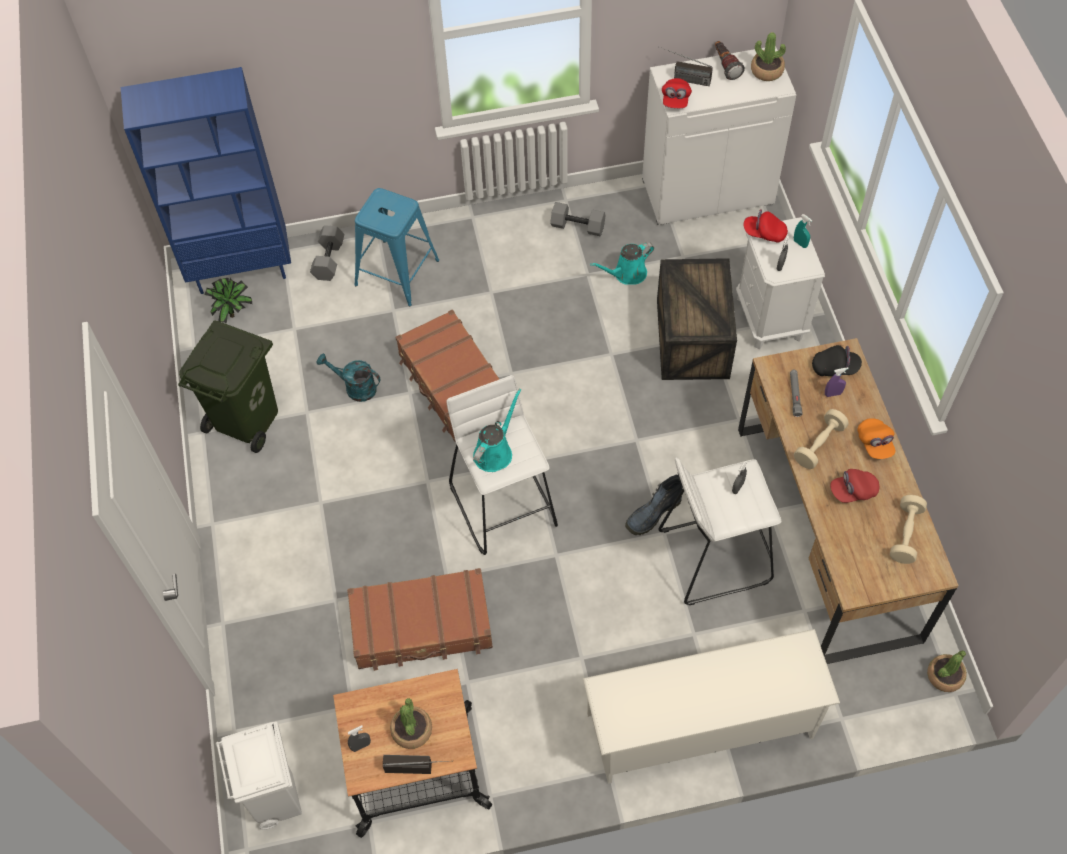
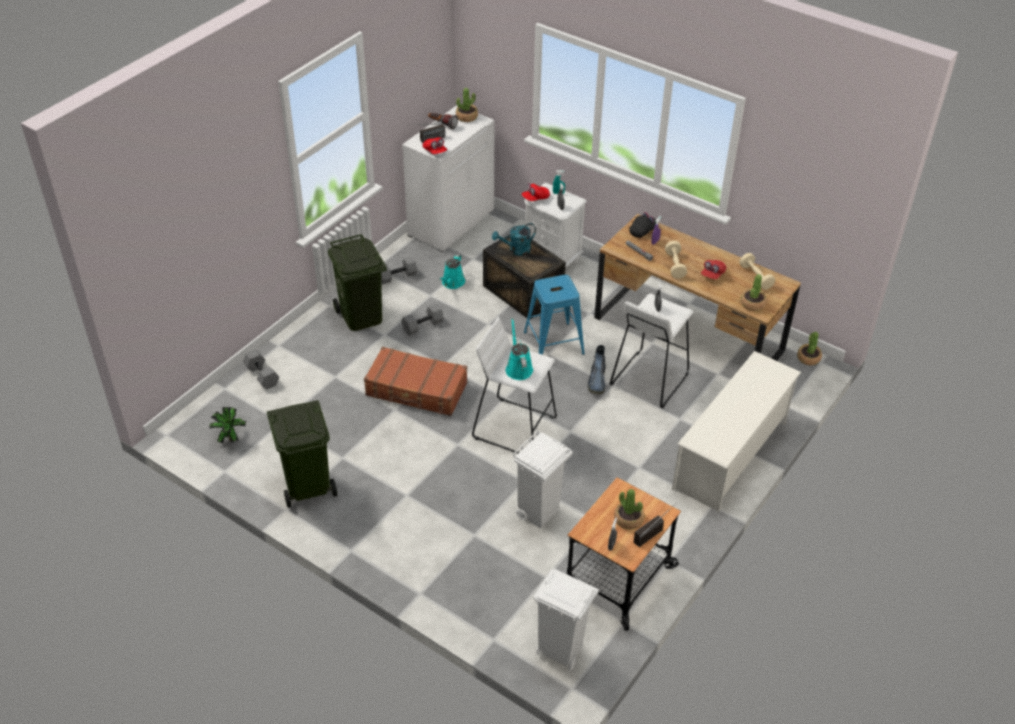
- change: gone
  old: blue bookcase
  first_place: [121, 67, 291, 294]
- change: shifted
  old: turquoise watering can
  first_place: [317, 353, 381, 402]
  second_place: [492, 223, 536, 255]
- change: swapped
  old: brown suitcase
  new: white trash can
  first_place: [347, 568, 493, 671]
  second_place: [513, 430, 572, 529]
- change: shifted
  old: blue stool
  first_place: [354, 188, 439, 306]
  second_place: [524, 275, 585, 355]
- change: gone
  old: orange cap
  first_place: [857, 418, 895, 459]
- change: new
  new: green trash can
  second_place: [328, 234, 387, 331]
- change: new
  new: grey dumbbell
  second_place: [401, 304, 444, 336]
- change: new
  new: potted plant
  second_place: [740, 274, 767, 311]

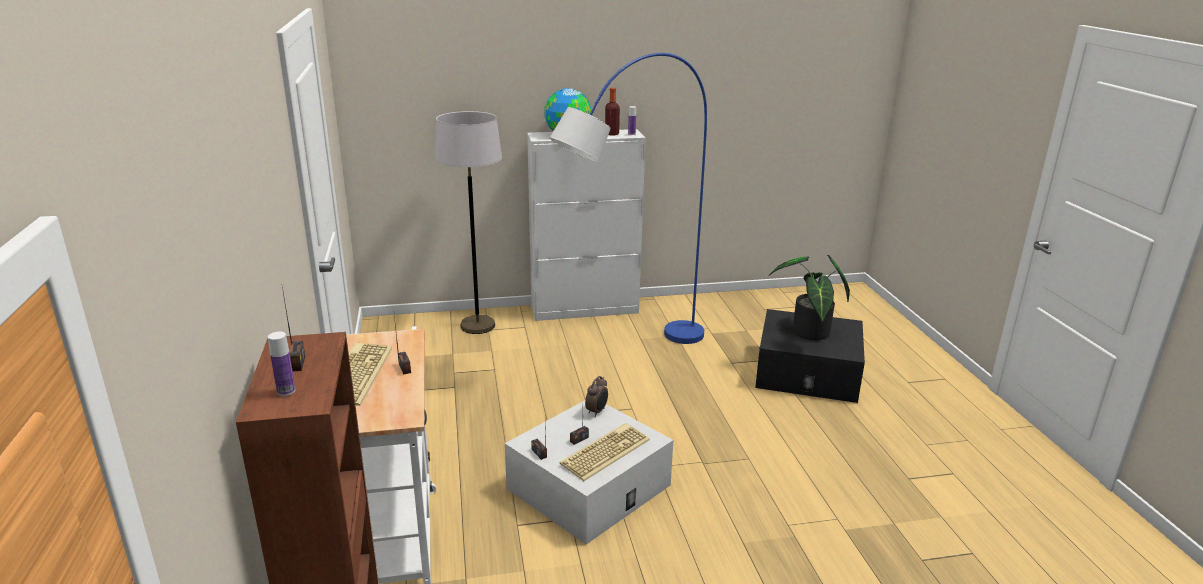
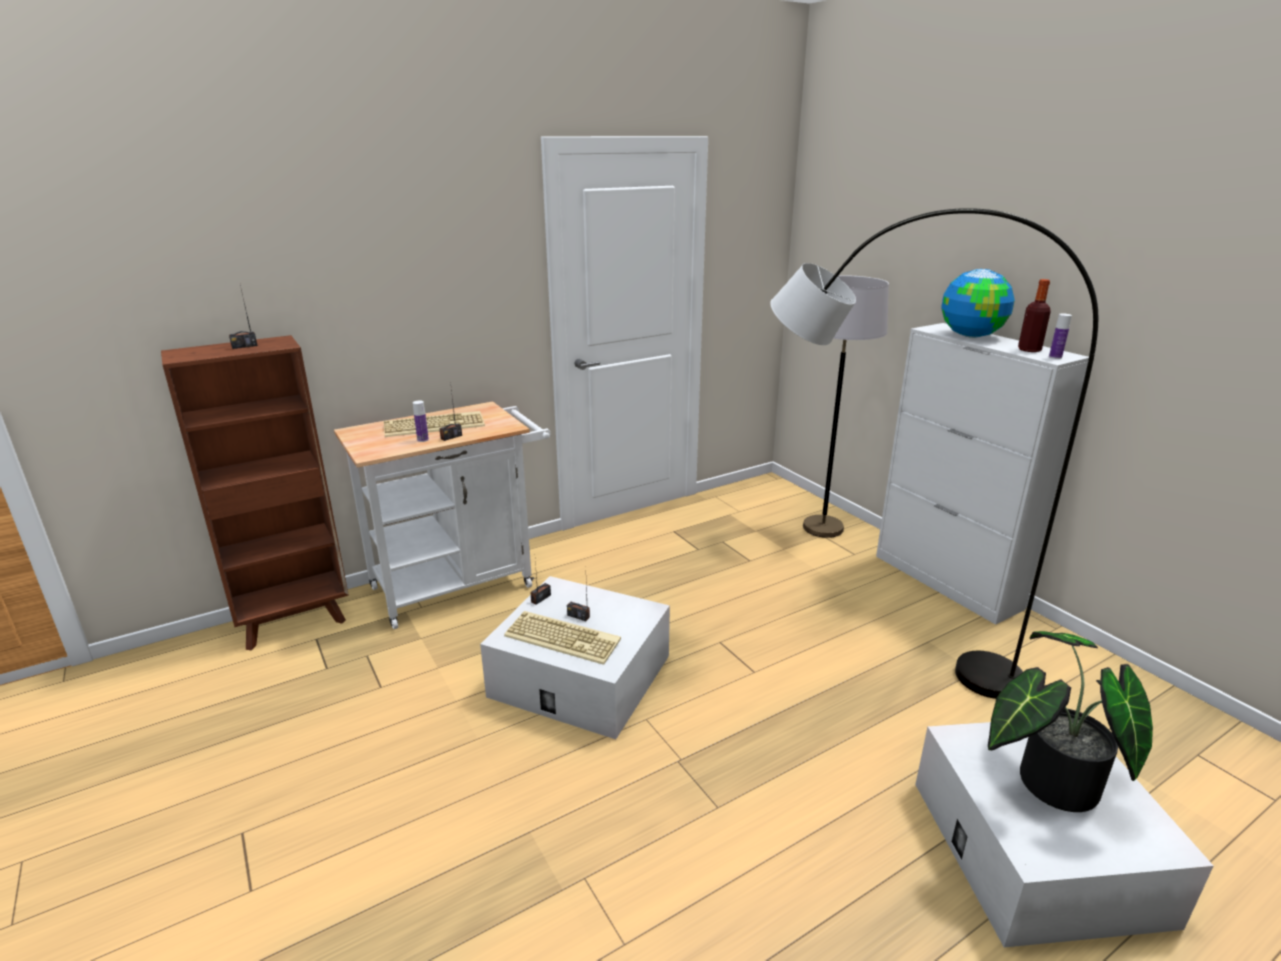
- change: shifted
  old: bottle
  first_place: [268, 332, 296, 396]
  second_place: [413, 400, 429, 442]
- change: repainted
  old: blue floor lamp
  new: grey floor lamp
  first_place: [549, 53, 707, 344]
  second_place: [770, 208, 1098, 699]
- change: gone
  old: alarm clock
  first_place: [585, 376, 608, 417]
- change: repainted
  old: black storage box
  new: white storage box
  first_place: [755, 309, 865, 403]
  second_place: [915, 722, 1213, 947]

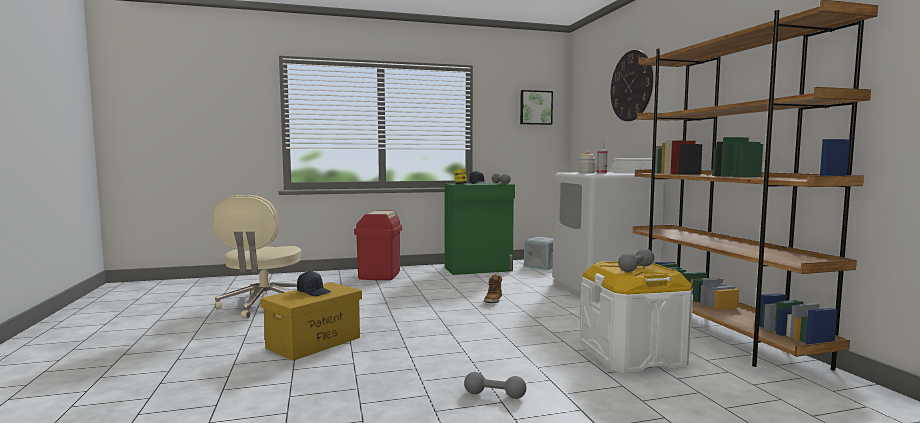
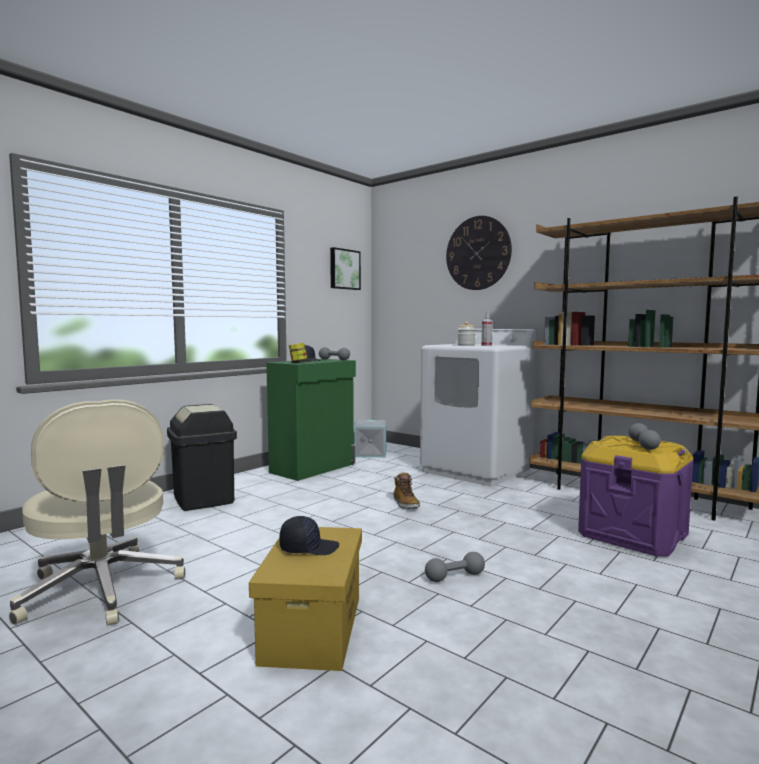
- change: repainted
  old: red trash can
  new: black trash can
  first_place: [354, 210, 402, 280]
  second_place: [167, 404, 237, 511]
- change: shifted
  old: grey dumbbell
  first_place: [464, 372, 526, 399]
  second_place: [425, 552, 485, 582]
- change: repainted
  old: white storage box
  new: purple storage box
  first_place: [580, 261, 693, 373]
  second_place: [578, 436, 694, 556]

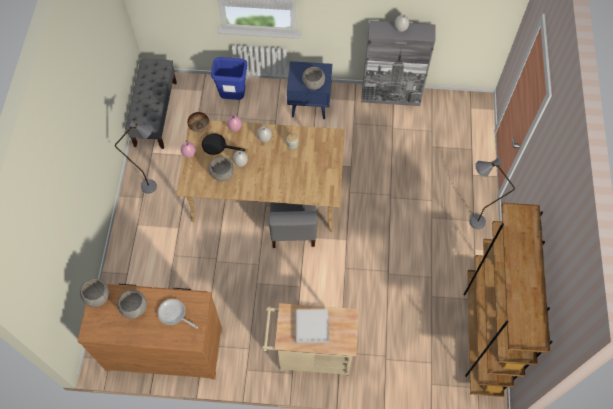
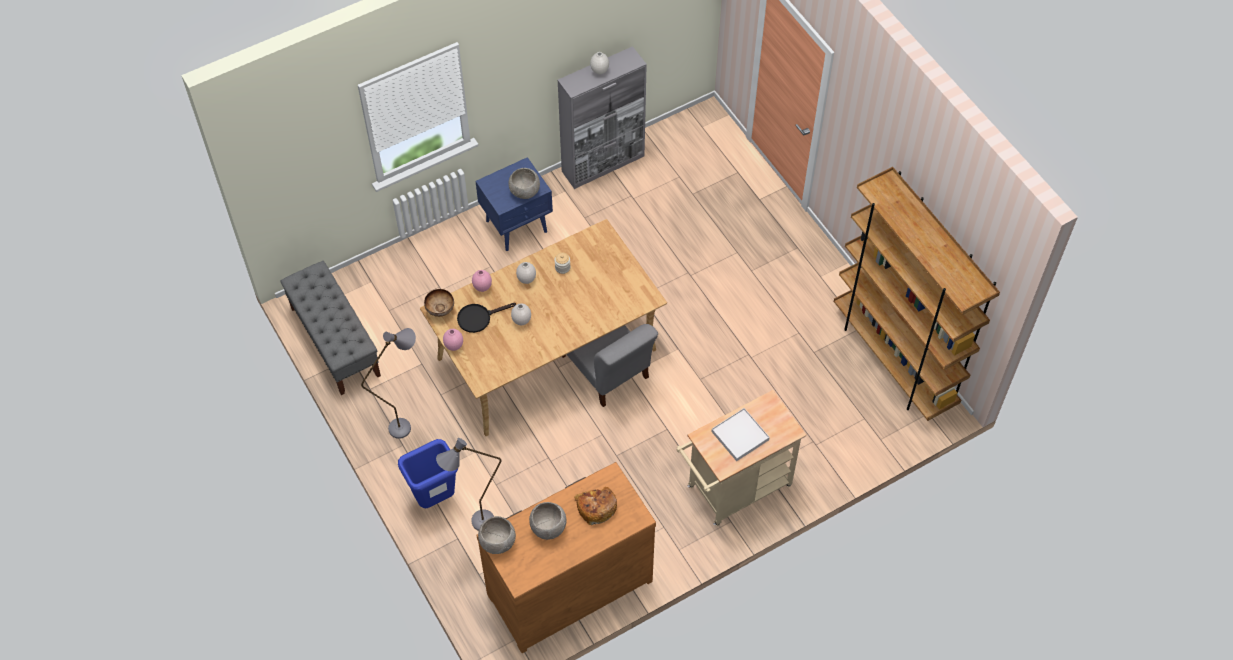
- change: swapped
  old: frying pan
  new: bread
  first_place: [158, 299, 198, 329]
  second_place: [574, 487, 617, 525]
- change: gone
  old: grey bowl
  first_place: [209, 157, 234, 181]
- change: shifted
  old: blue trash can
  first_place: [211, 57, 247, 100]
  second_place: [398, 439, 458, 508]
- change: shifted
  old: grey floor lamp
  first_place: [470, 157, 515, 229]
  second_place: [436, 438, 501, 531]

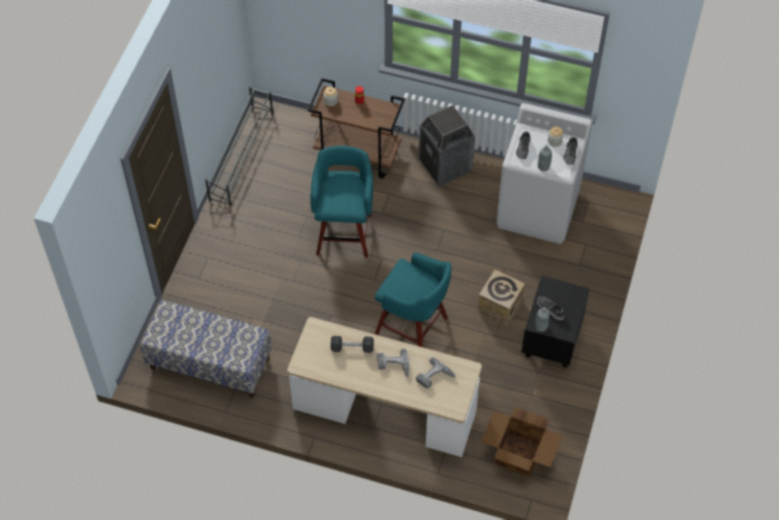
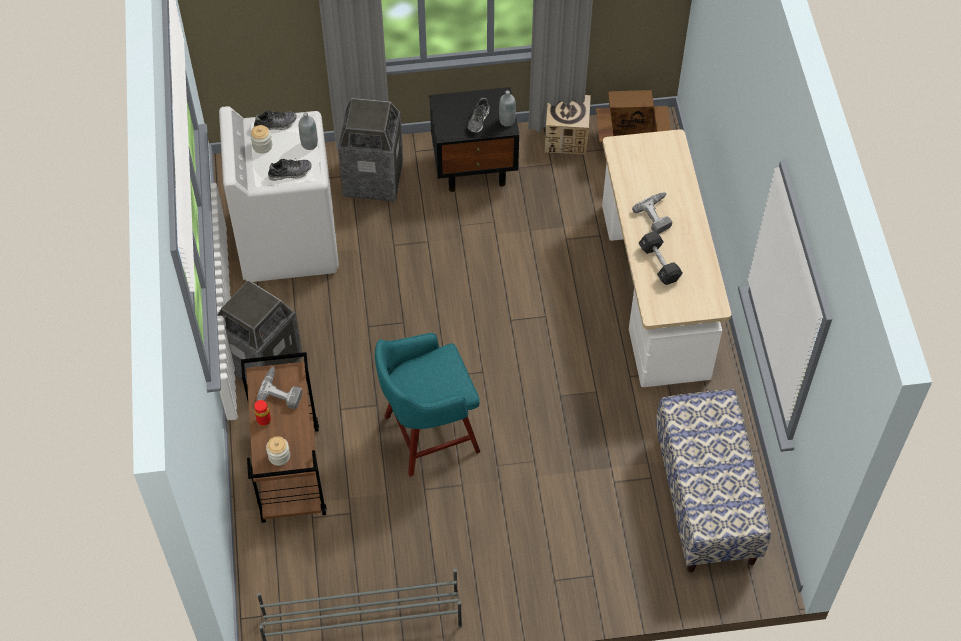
- change: gone
  old: turquoise stool
  first_place: [375, 252, 452, 347]
- change: shifted
  old: power drill
  first_place: [416, 357, 456, 388]
  second_place: [257, 366, 302, 409]
- change: shifted
  old: cardboard box
  first_place: [478, 270, 525, 326]
  second_place: [545, 95, 591, 154]
- change: new
  new: trash can
  second_place: [338, 98, 403, 201]

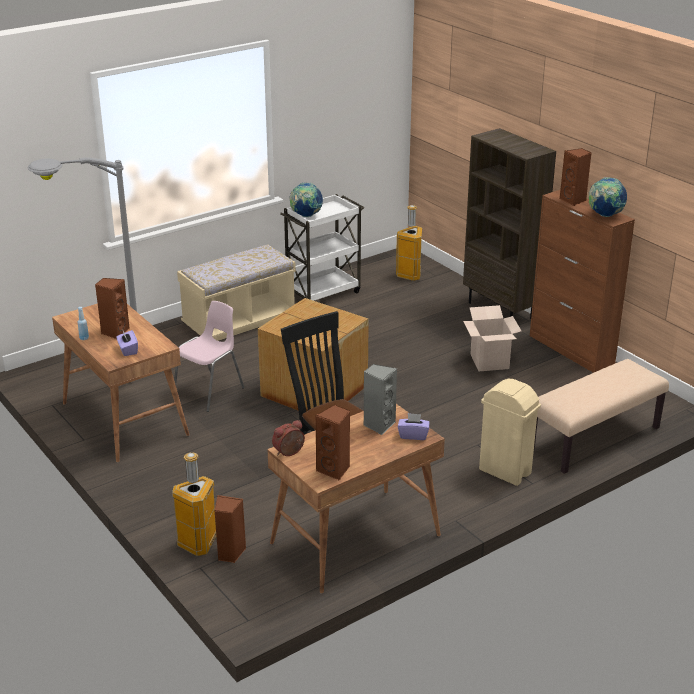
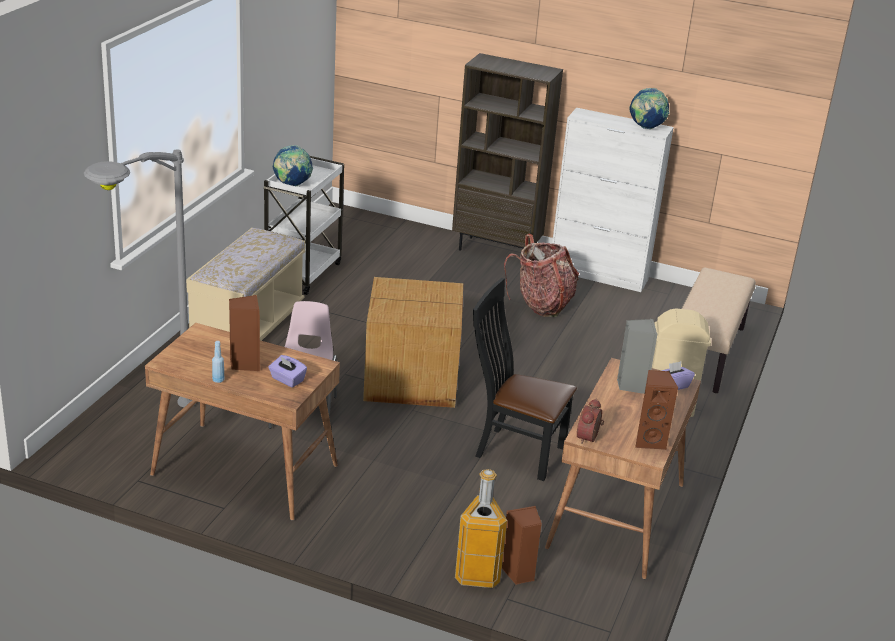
- change: gone
  old: trash can
  first_place: [396, 205, 422, 281]
- change: swapped
  old: cardboard box
  new: backpack
  first_place: [463, 305, 521, 371]
  second_place: [504, 234, 579, 317]
- change: repainted
  old: brown cabinet
  new: white cabinet
  first_place: [530, 190, 635, 373]
  second_place: [552, 108, 674, 292]
- change: gone
  old: brown speaker
  first_place: [560, 148, 591, 206]

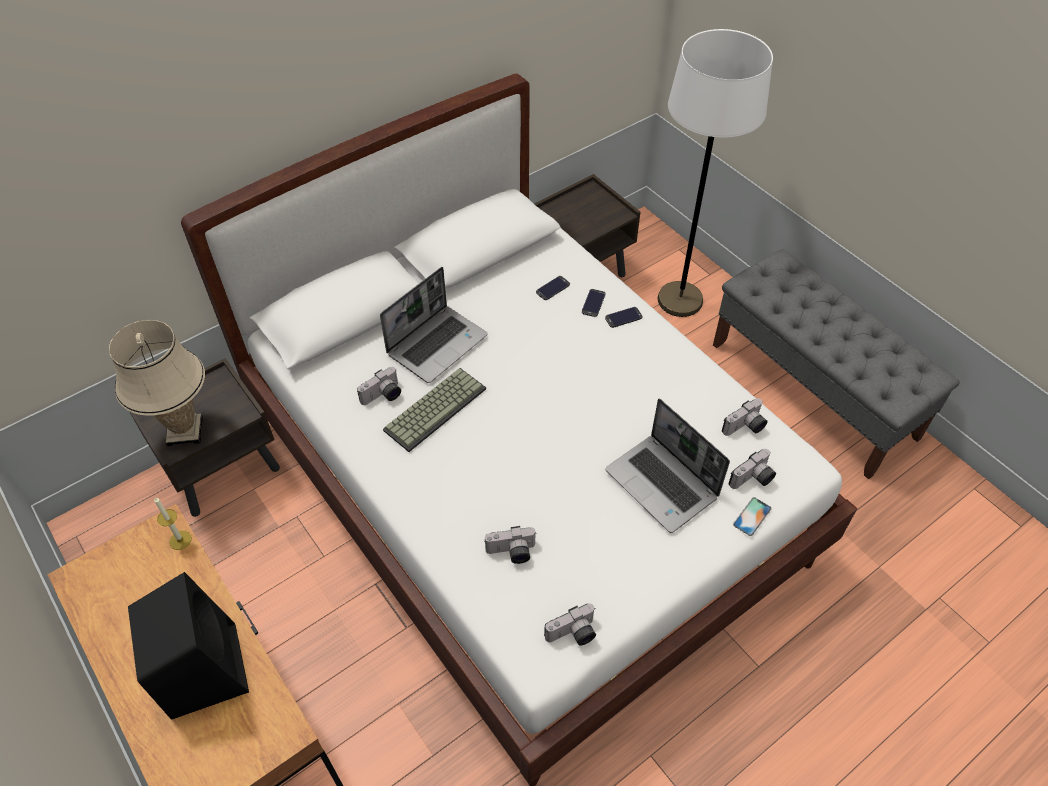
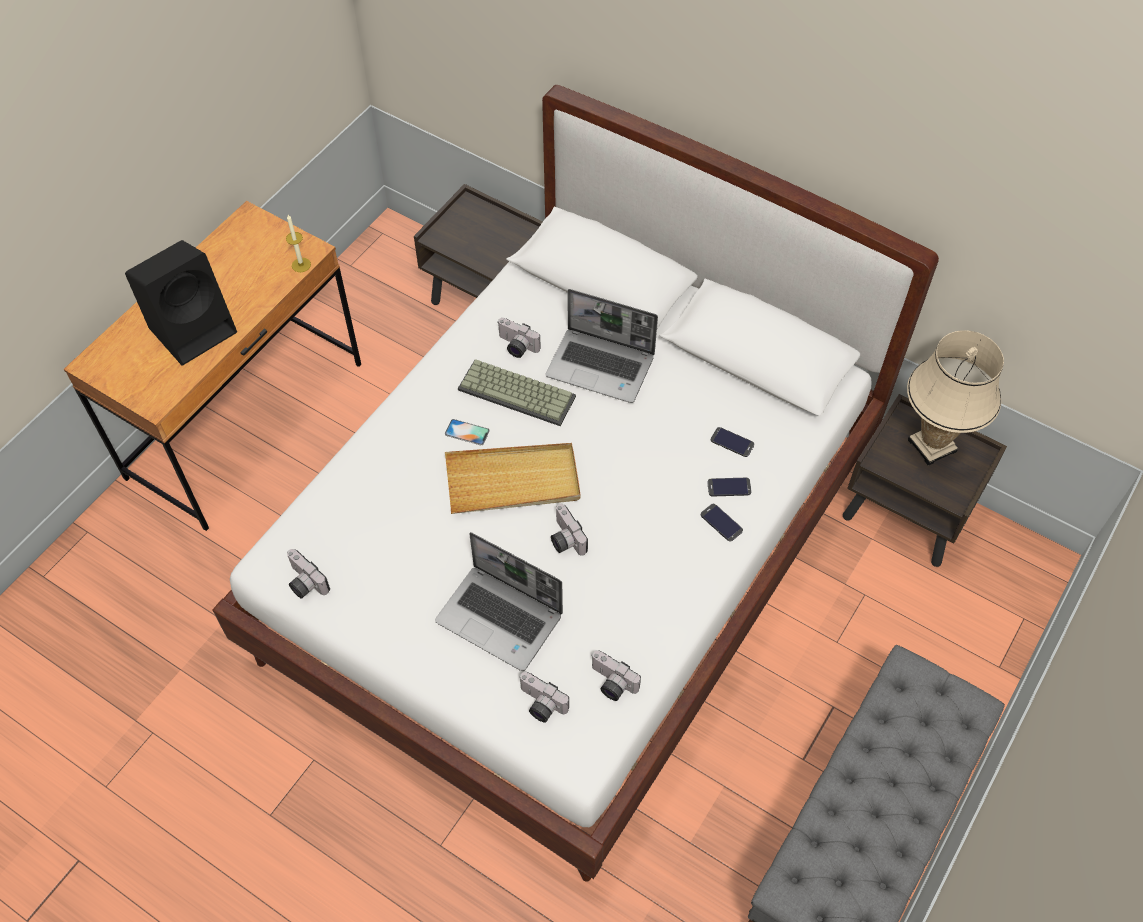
- change: shifted
  old: beige table lamp
  first_place: [109, 320, 205, 447]
  second_place: [907, 330, 1004, 466]
- change: shifted
  old: photo camera
  first_place: [484, 526, 537, 564]
  second_place: [551, 504, 588, 556]
- change: rotated
  old: laptop
  first_place: [605, 398, 730, 533]
  second_place: [435, 532, 563, 671]
  degrees: -90
- change: gone
  old: white floor lamp
  first_place: [658, 29, 773, 317]
- change: shifted
  old: phone
  first_place: [733, 497, 771, 536]
  second_place: [445, 419, 490, 445]
- change: new
  new: beige tray
  second_place: [445, 443, 580, 514]

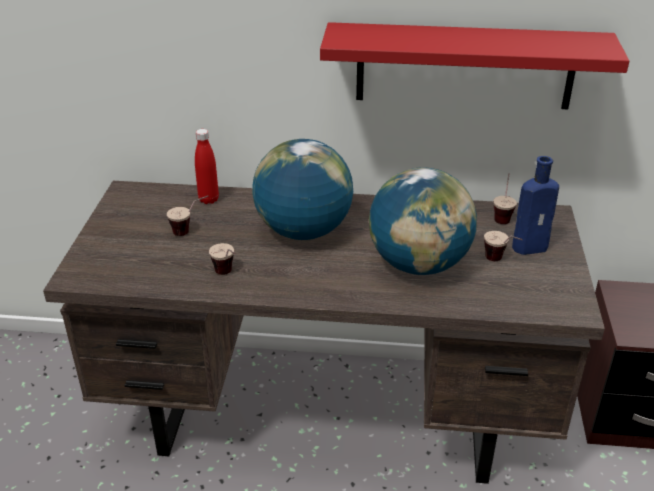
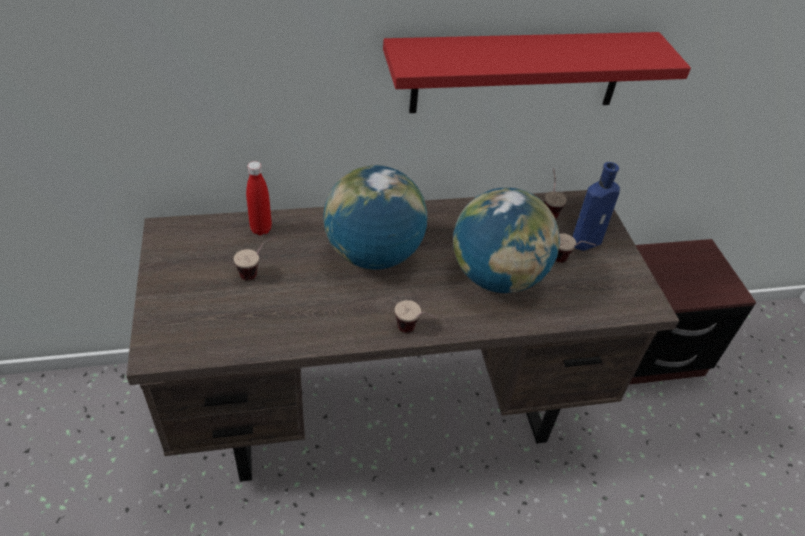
- change: shifted
  old: cup
  first_place: [209, 243, 235, 275]
  second_place: [395, 300, 436, 333]

